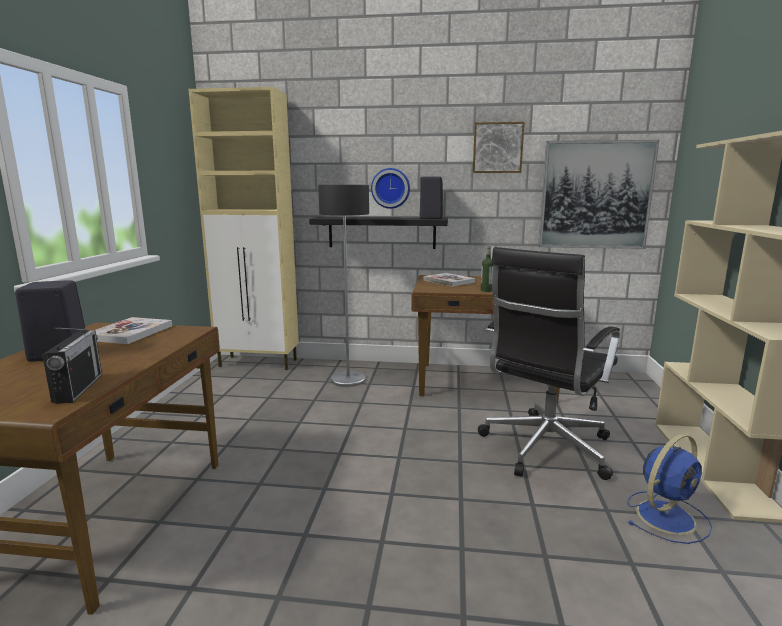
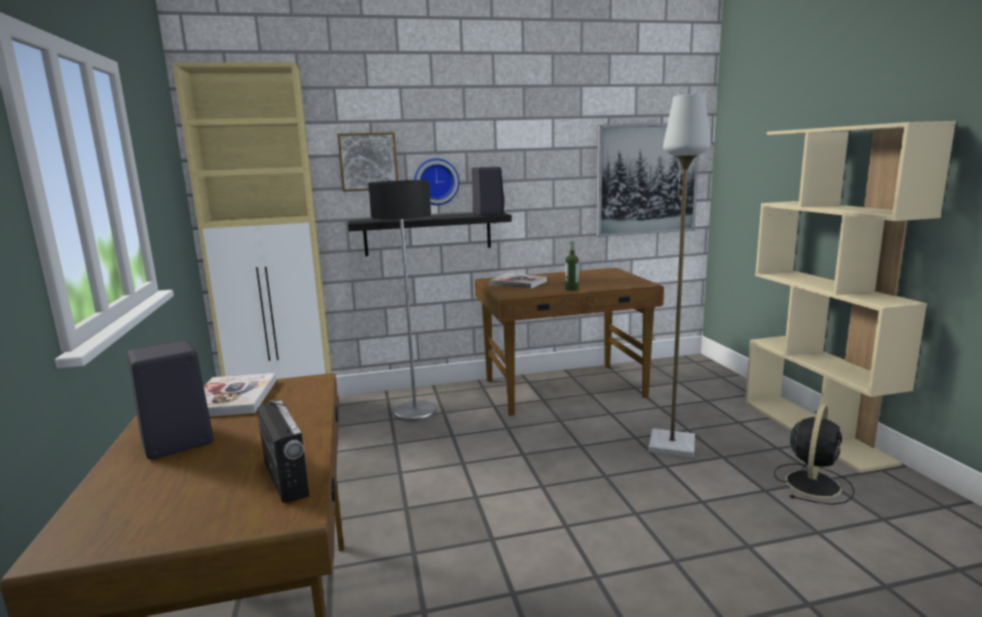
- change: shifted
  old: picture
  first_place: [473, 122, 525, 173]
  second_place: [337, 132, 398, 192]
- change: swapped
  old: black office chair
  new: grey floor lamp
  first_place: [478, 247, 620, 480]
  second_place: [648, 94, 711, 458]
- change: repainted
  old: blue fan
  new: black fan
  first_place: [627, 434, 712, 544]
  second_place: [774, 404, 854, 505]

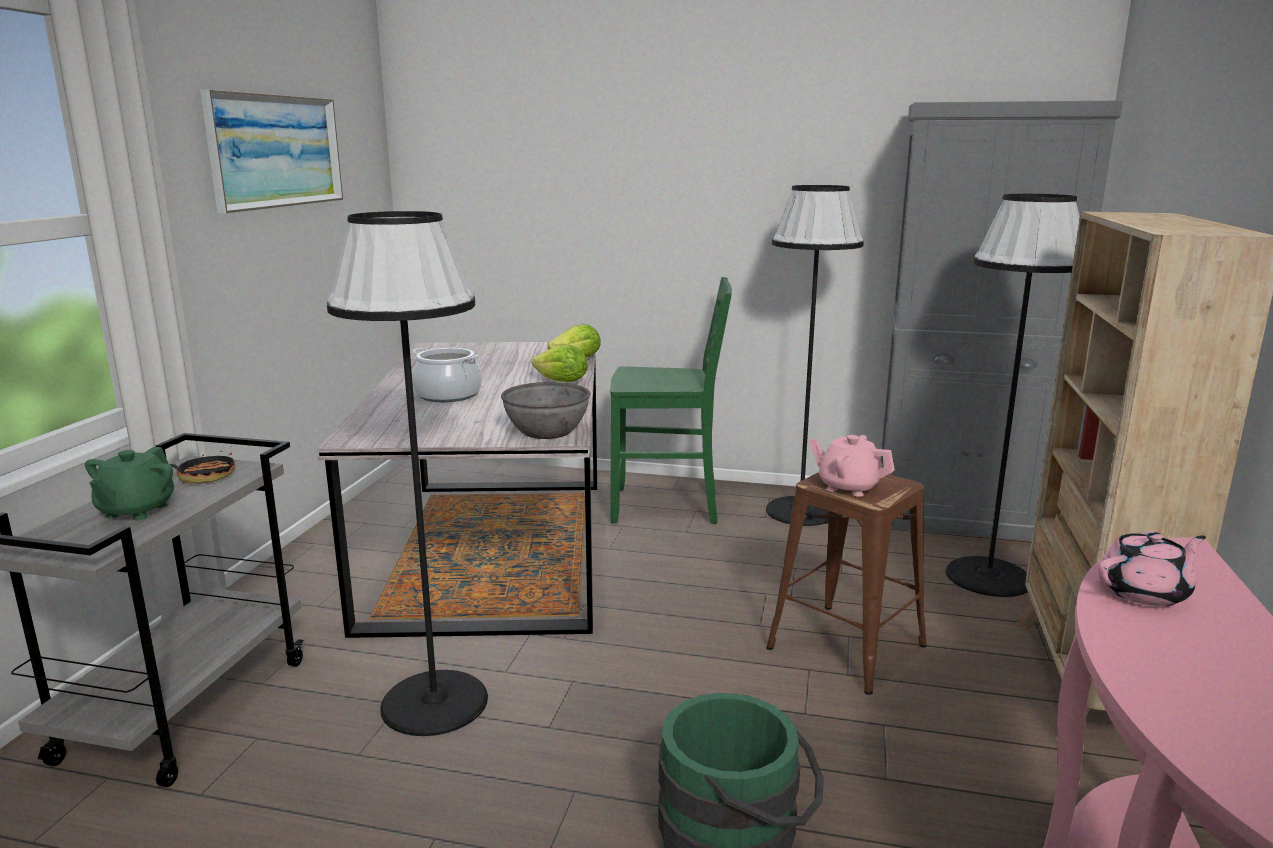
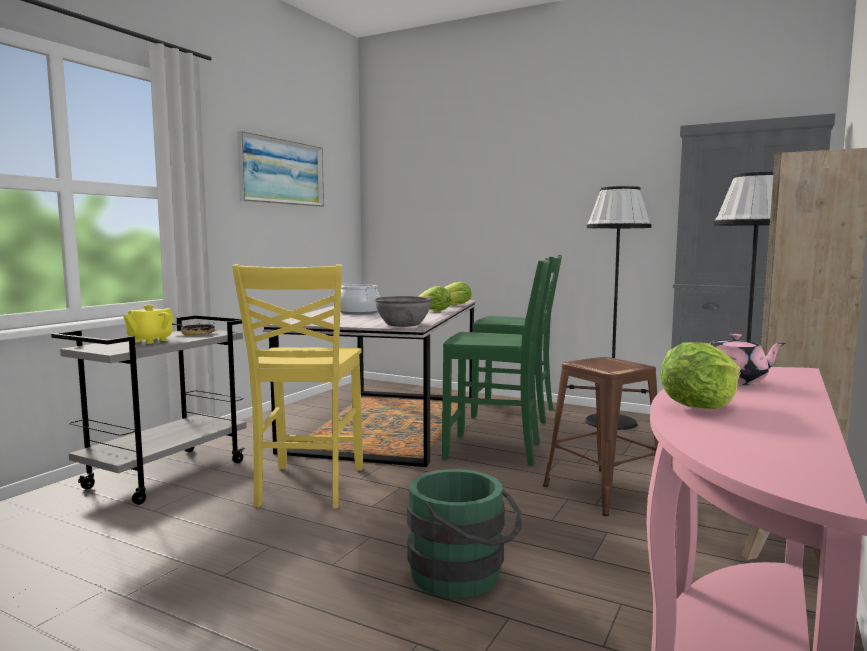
- change: repainted
  old: green teapot
  new: yellow teapot
  first_place: [85, 447, 174, 520]
  second_place: [123, 305, 174, 344]
- change: swapped
  old: black floor lamp
  new: yellow chair
  first_place: [327, 211, 488, 736]
  second_place: [232, 264, 363, 509]
- change: gone
  old: pink teapot
  first_place: [809, 435, 895, 497]
- change: new
  new: green chair
  second_place: [442, 258, 550, 466]
- change: new
  new: lettuce
  second_place: [660, 343, 741, 409]

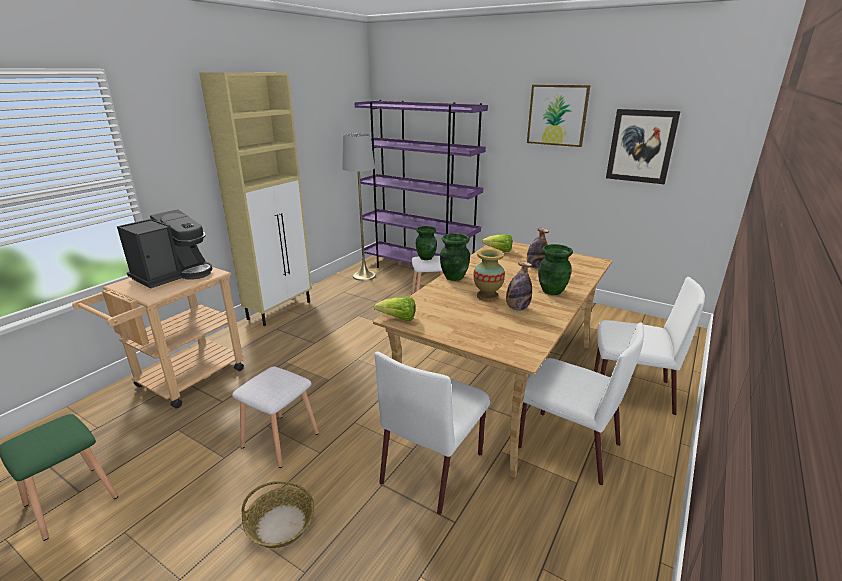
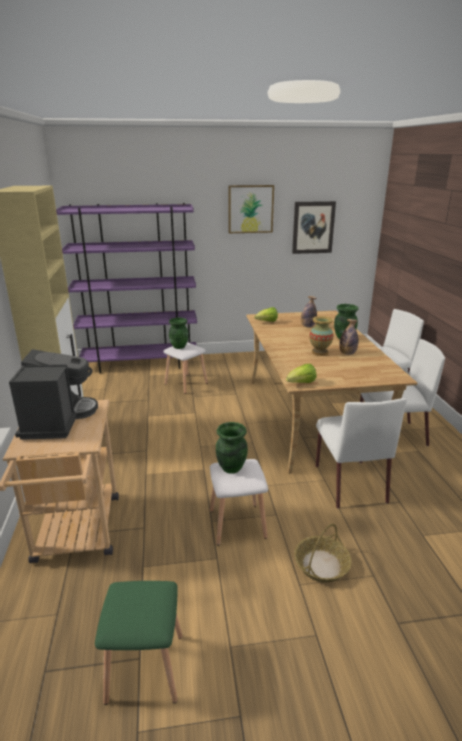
- change: gone
  old: grey floor lamp
  first_place: [342, 133, 376, 281]
- change: shifted
  old: green vase
  first_place: [440, 233, 470, 281]
  second_place: [216, 422, 248, 474]

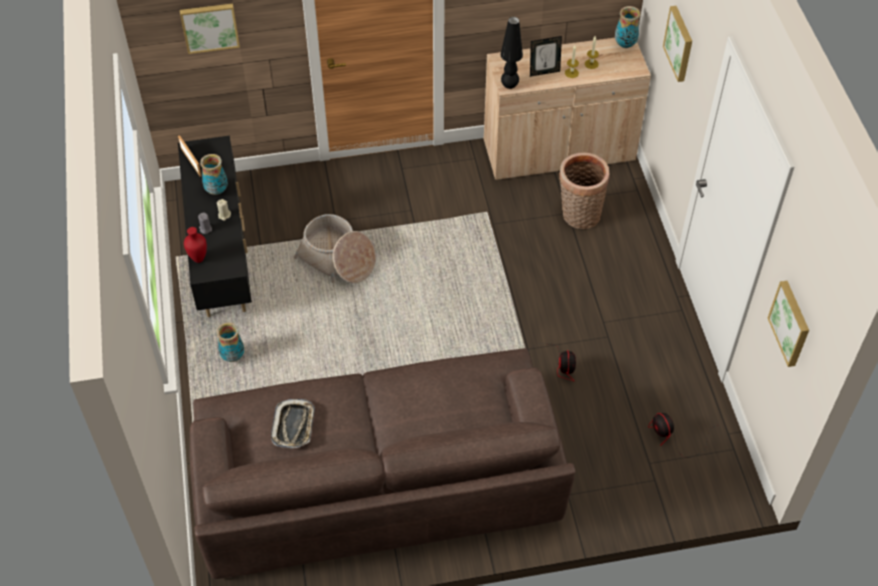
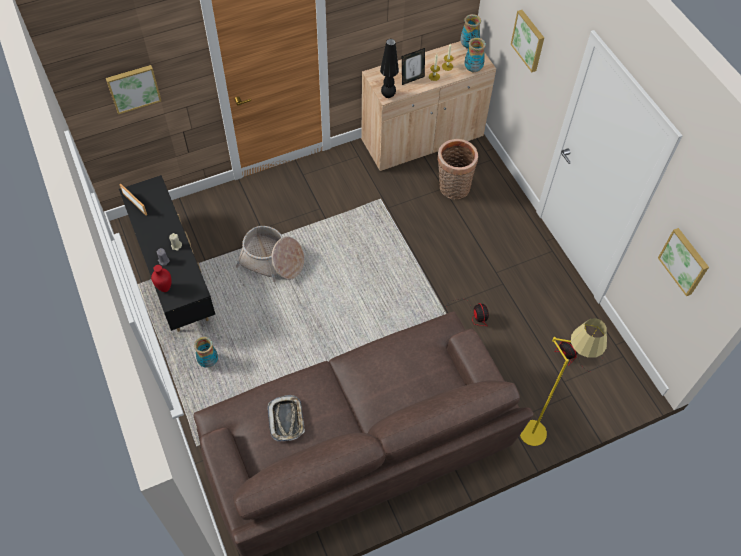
- change: shifted
  old: vase
  first_place: [200, 154, 228, 195]
  second_place: [464, 38, 486, 73]
- change: new
  new: yellow floor lamp
  second_place: [520, 318, 607, 446]

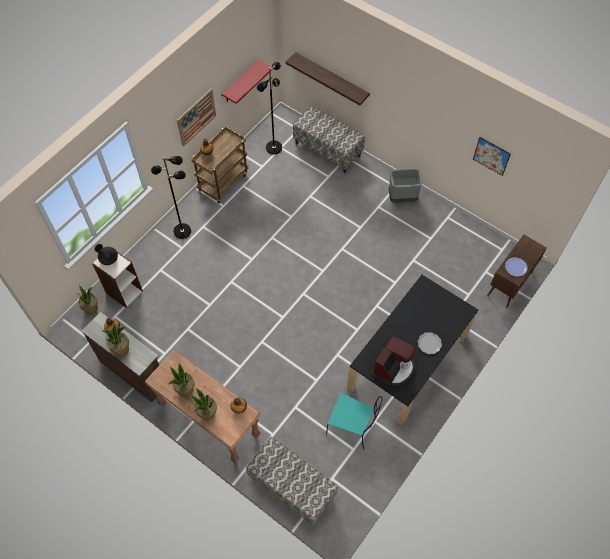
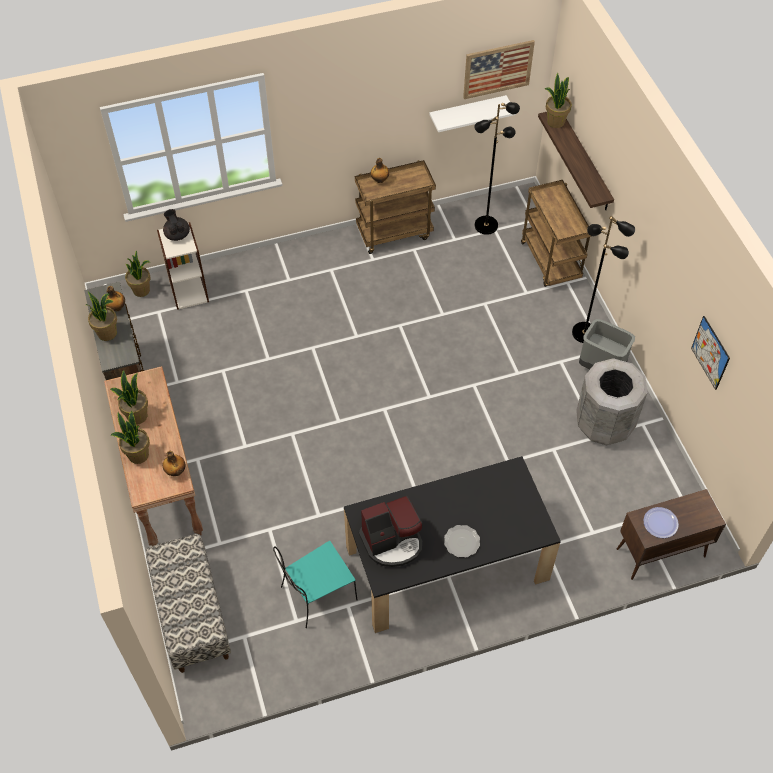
- change: shifted
  old: black floor lamp
  first_place: [151, 156, 191, 239]
  second_place: [572, 216, 635, 343]
- change: shifted
  old: picture
  first_place: [177, 89, 216, 147]
  second_place: [463, 40, 535, 99]
- change: repainted
  old: red shelf
  new: white shelf
  first_place: [221, 59, 273, 104]
  second_place: [429, 95, 516, 132]
- change: swapped
  old: bench
  new: brown cart
  first_place: [293, 106, 365, 173]
  second_place: [521, 180, 591, 287]
- change: rotated
  old: turquoise chair
  first_place: [326, 393, 382, 450]
  second_place: [273, 541, 358, 628]
  degrees: 90
- change: new
  new: potted plant
  second_place: [545, 73, 572, 128]
- change: new
  new: grey trash can
  second_place: [576, 358, 647, 446]

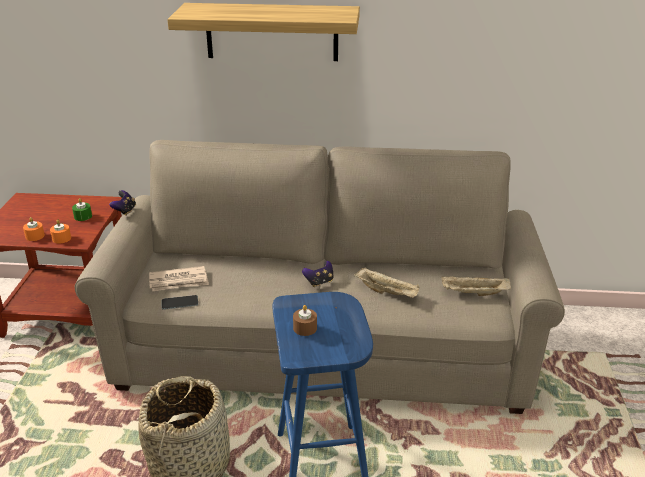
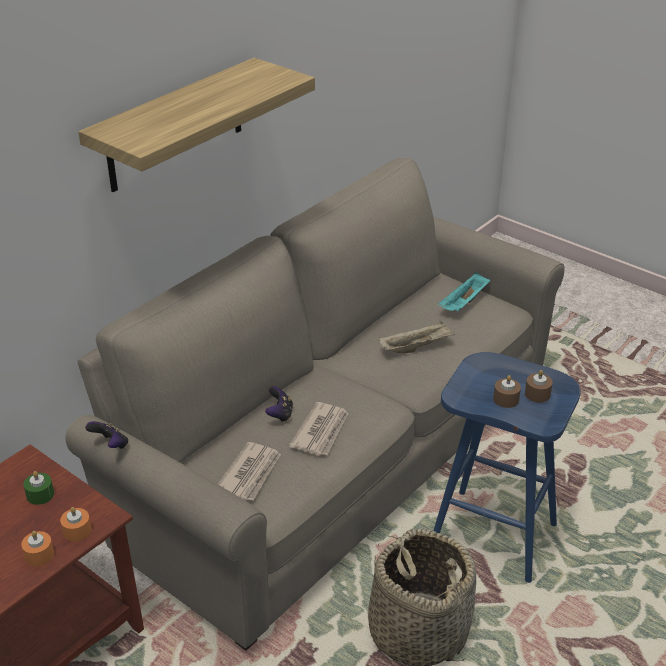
- change: gone
  old: phone
  first_place: [162, 295, 198, 310]
- change: shifted
  old: game controller
  first_place: [302, 260, 333, 287]
  second_place: [265, 386, 293, 423]
- change: repainted
  old: beige tray
  new: turquoise tray
  first_place: [441, 276, 511, 296]
  second_place: [438, 272, 490, 311]
- change: new
  new: newspaper
  second_place: [289, 402, 349, 456]
- change: new
  new: brown candle
  second_place: [525, 370, 553, 402]

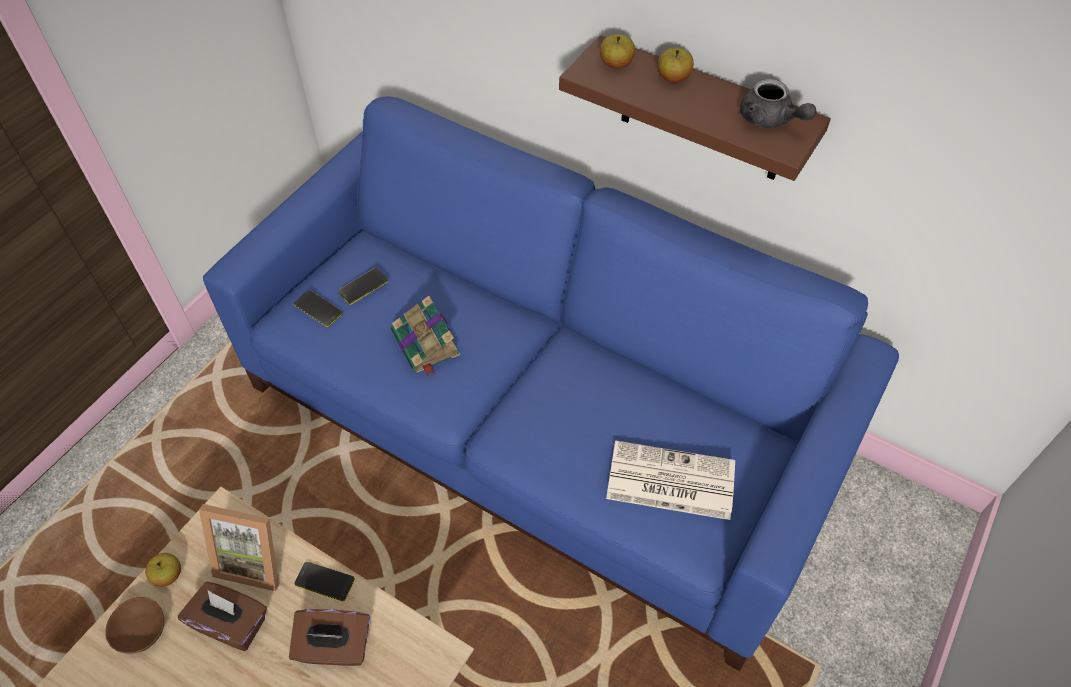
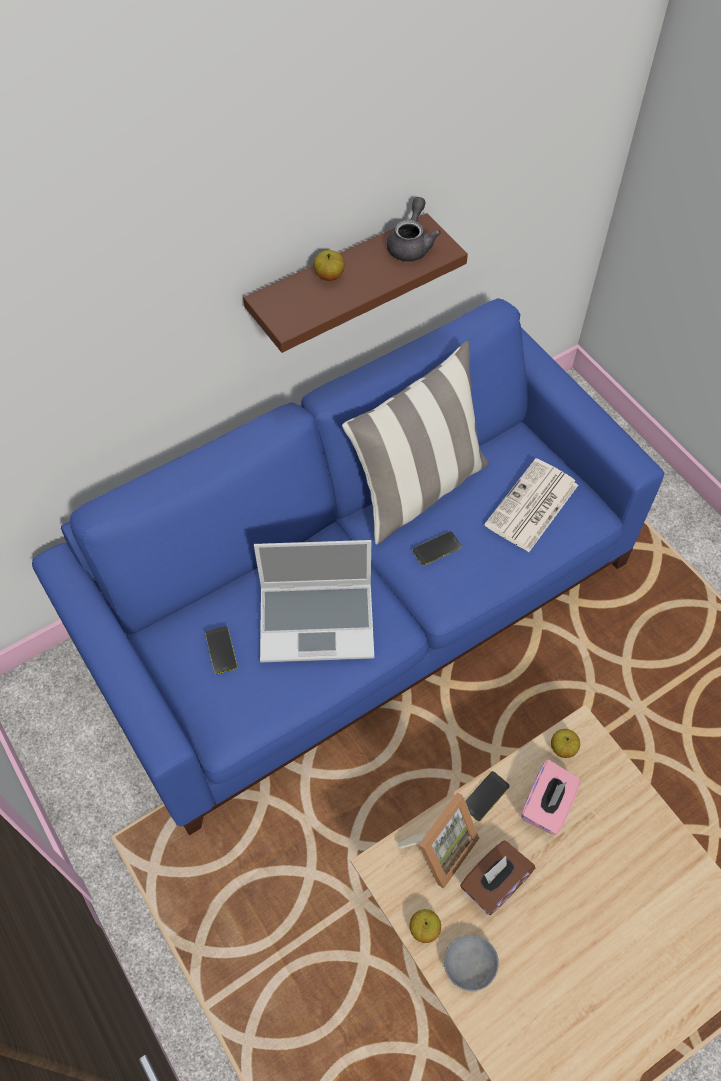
- change: repainted
  old: brown bowl
  new: grey bowl
  first_place: [105, 597, 164, 654]
  second_place: [444, 935, 499, 991]
- change: repainted
  old: brown tissue box
  new: pink tissue box
  first_place: [289, 609, 370, 666]
  second_place: [521, 759, 580, 835]
- change: shifted
  old: phone
  first_place: [294, 290, 343, 327]
  second_place: [413, 531, 461, 566]
- change: swapped
  old: book
  new: laptop
  first_place: [391, 296, 460, 377]
  second_place: [254, 540, 374, 662]
- change: shifted
  old: apple
  first_place: [600, 34, 635, 69]
  second_place: [551, 729, 580, 758]
- change: rotated
  old: grey teapot
  first_place: [740, 79, 816, 128]
  second_place: [387, 197, 441, 261]
  degrees: -60
- change: new
  new: pillow
  second_place: [342, 341, 489, 544]

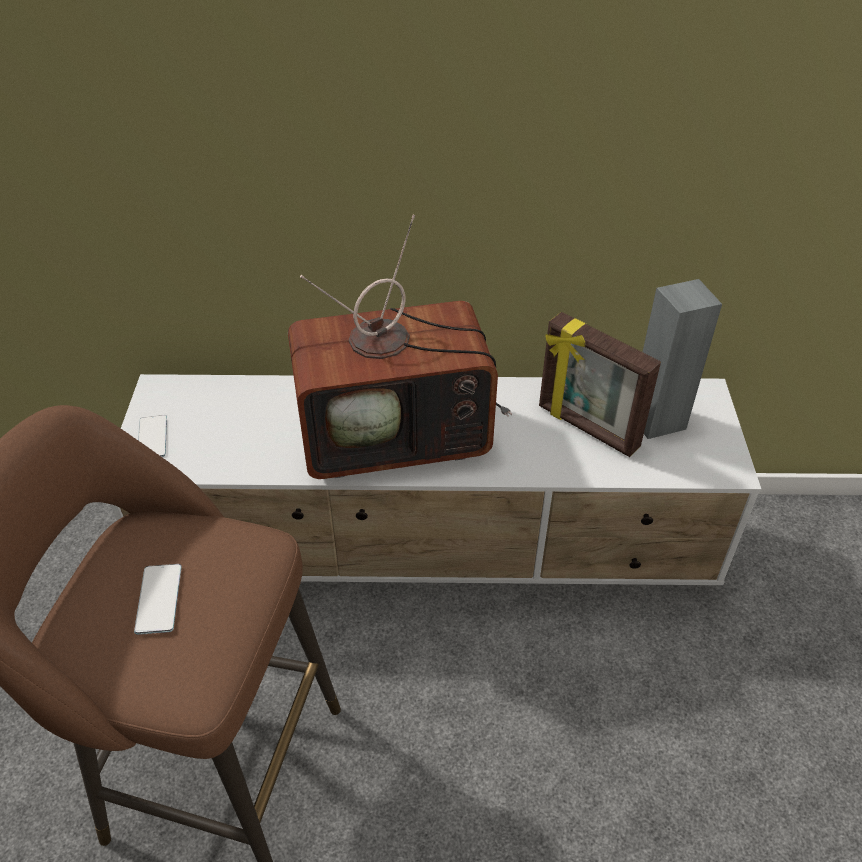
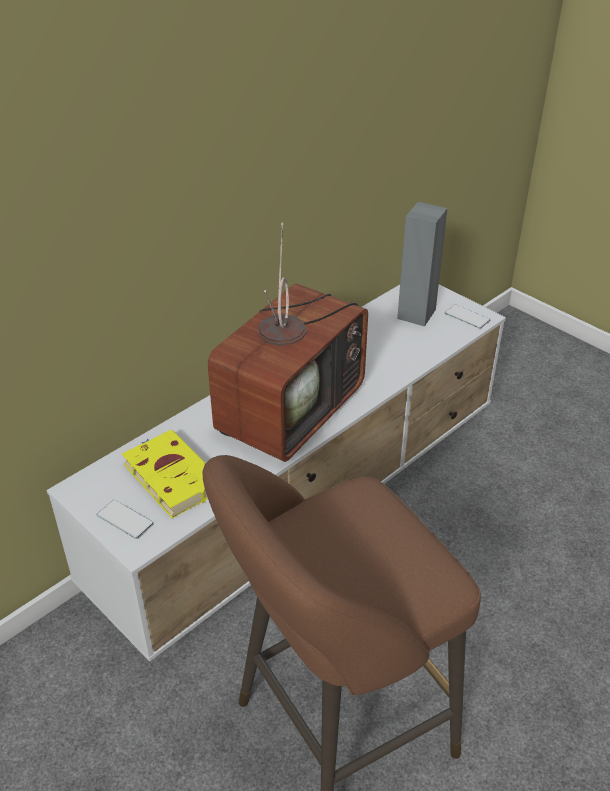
- change: shifted
  old: phone
  first_place: [134, 564, 181, 635]
  second_place: [445, 304, 490, 329]
- change: gone
  old: picture frame
  first_place: [539, 312, 661, 457]
- change: new
  new: yellow book
  second_place: [122, 430, 208, 518]

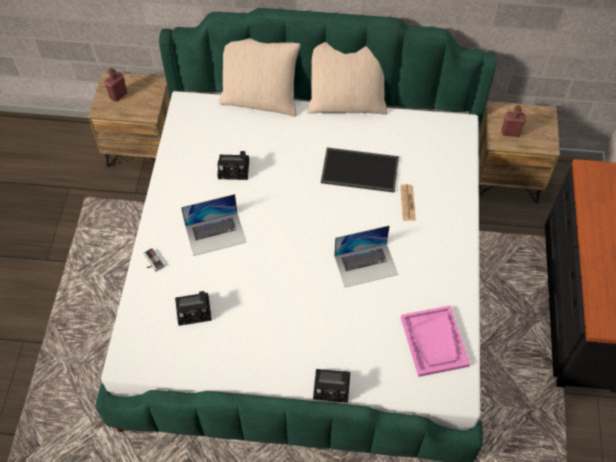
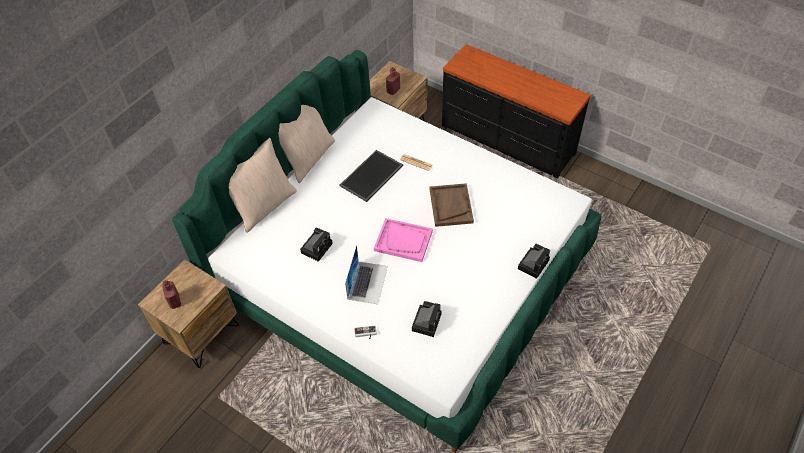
- change: swapped
  old: laptop
  new: brown tray
  first_place: [334, 225, 398, 287]
  second_place: [430, 183, 474, 227]
- change: shifted
  old: pink tray
  first_place: [401, 305, 470, 377]
  second_place: [374, 218, 433, 262]

